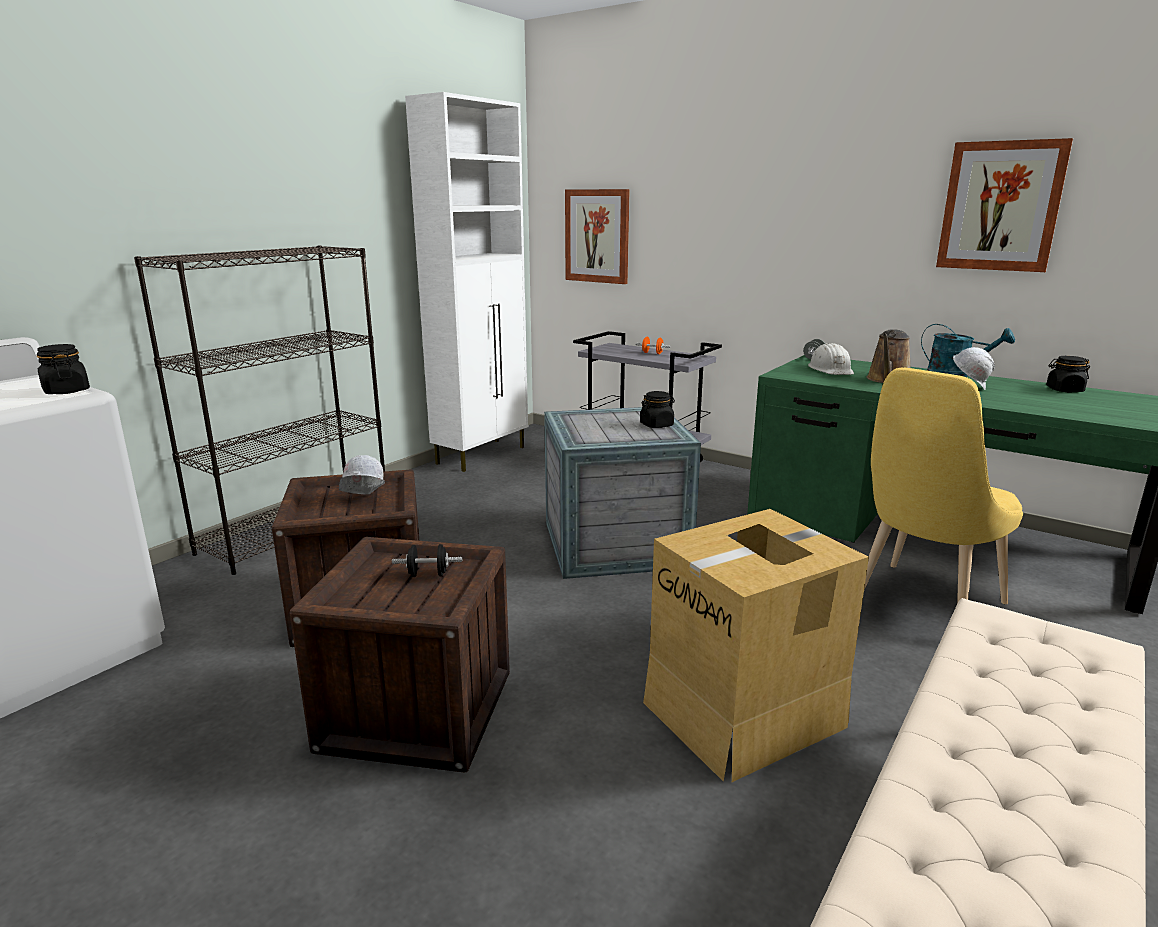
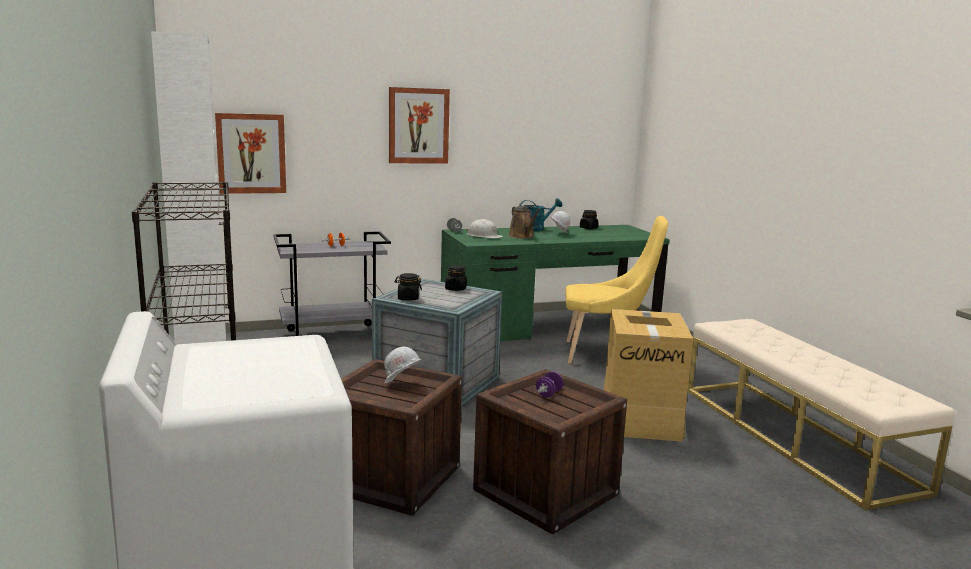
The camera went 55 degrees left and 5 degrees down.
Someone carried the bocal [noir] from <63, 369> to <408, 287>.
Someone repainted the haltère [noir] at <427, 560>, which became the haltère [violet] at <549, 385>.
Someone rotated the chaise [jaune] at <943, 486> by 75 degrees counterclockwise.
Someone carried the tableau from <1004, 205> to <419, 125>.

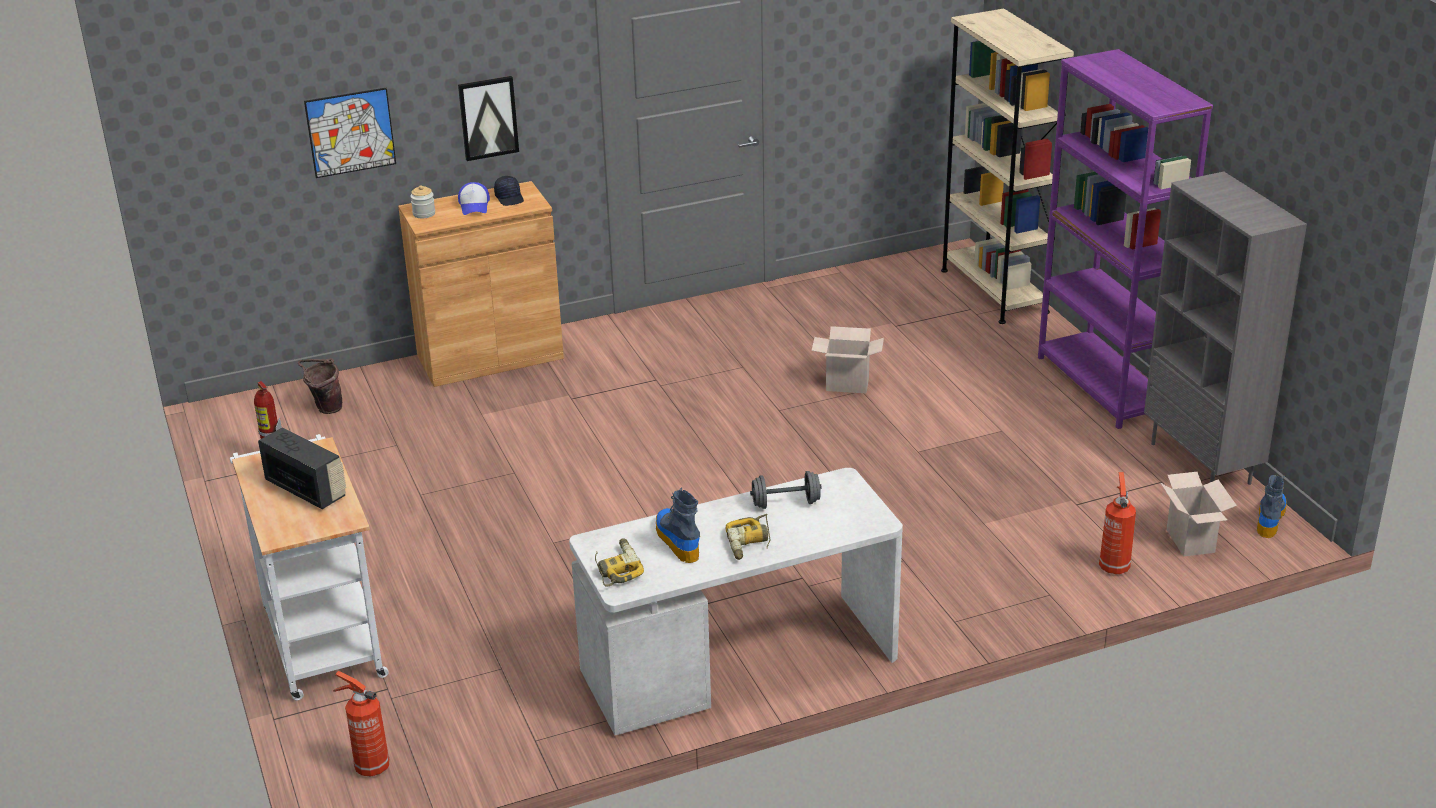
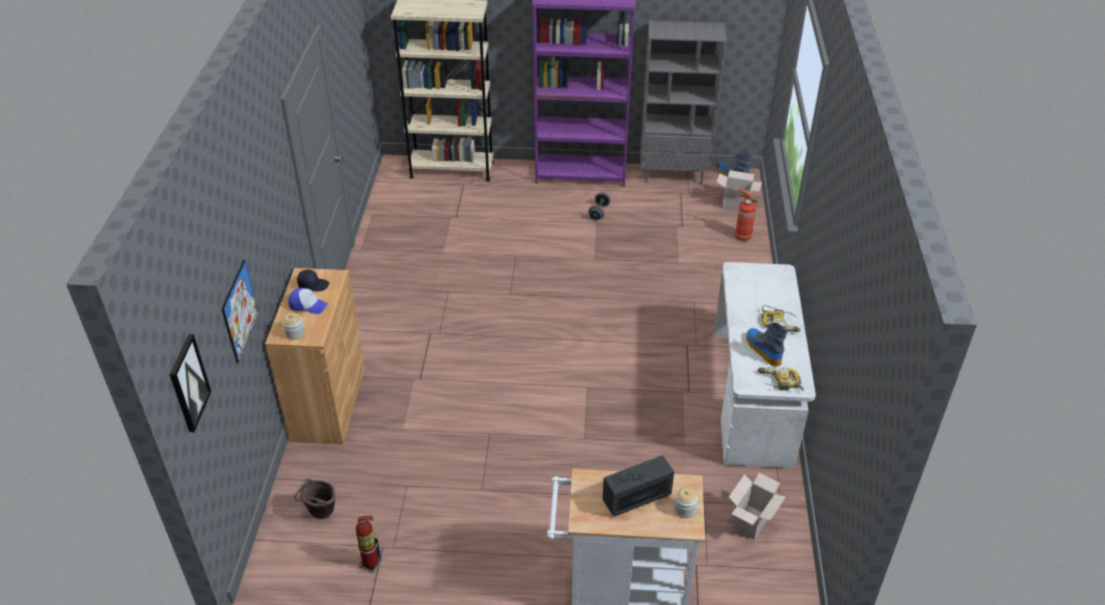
The camera went 65 degrees left and 10 degrees up.
Someone took away the extincteur at <361, 723>.
Someone carried the tableau from <488, 118> to <190, 383>.
Someone rotated the botte at <678, 525> by 60 degrees clockwise.
Someone carried the haltère [gris] from <786, 490> to <599, 206>.
Someone carried the carton from <848, 359> to <757, 506>.
Someone put down the bocal at <686, 502>.

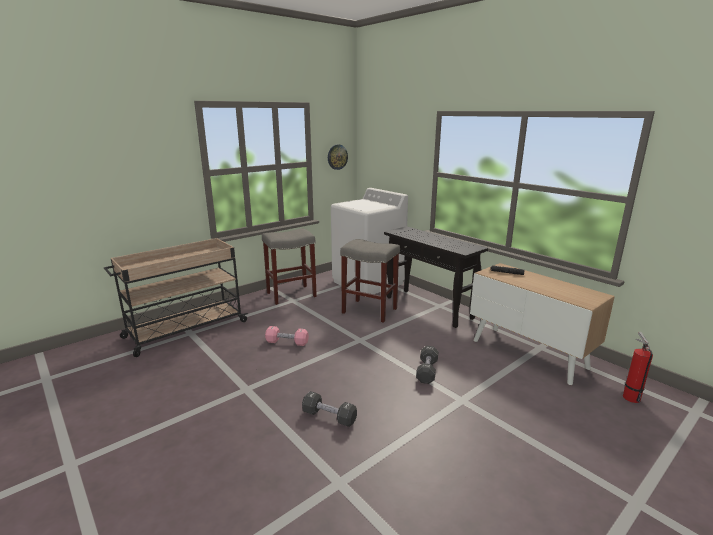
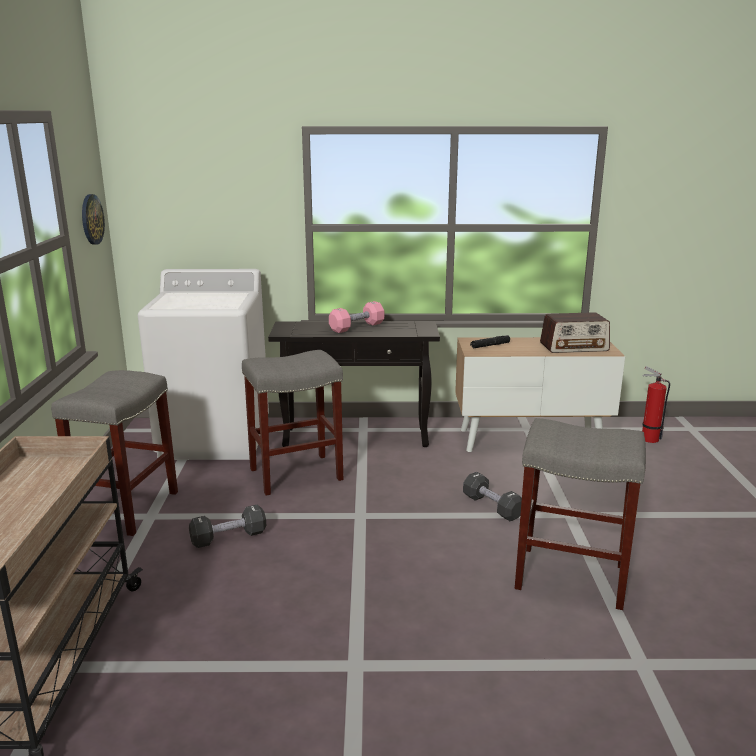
The camera went 50 degrees left and 0 degrees up.
Someone carried the haltère [rose] from <287, 336> to <356, 317>.
Someone carried the haltère [noir] from <329, 409> to <227, 526>.
Someone put down the tabouret [gris] at <580, 514>.
Someone put down the radio at <575, 332>.

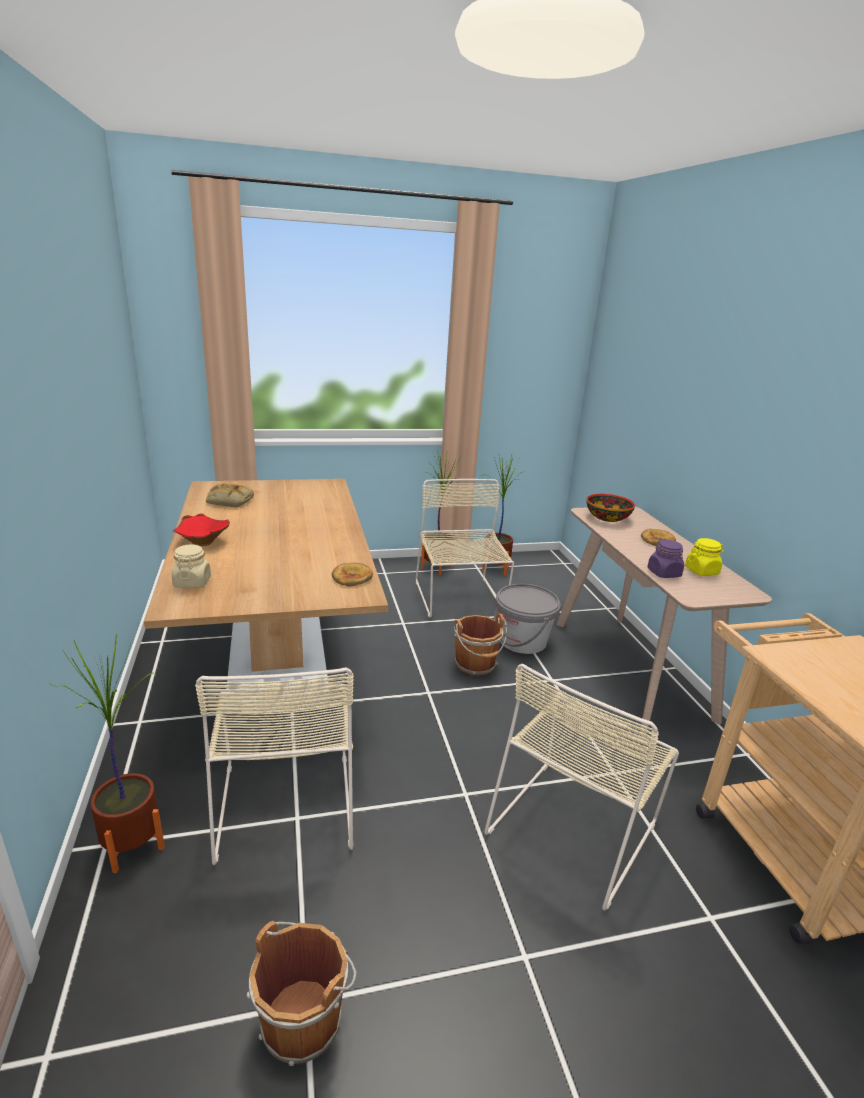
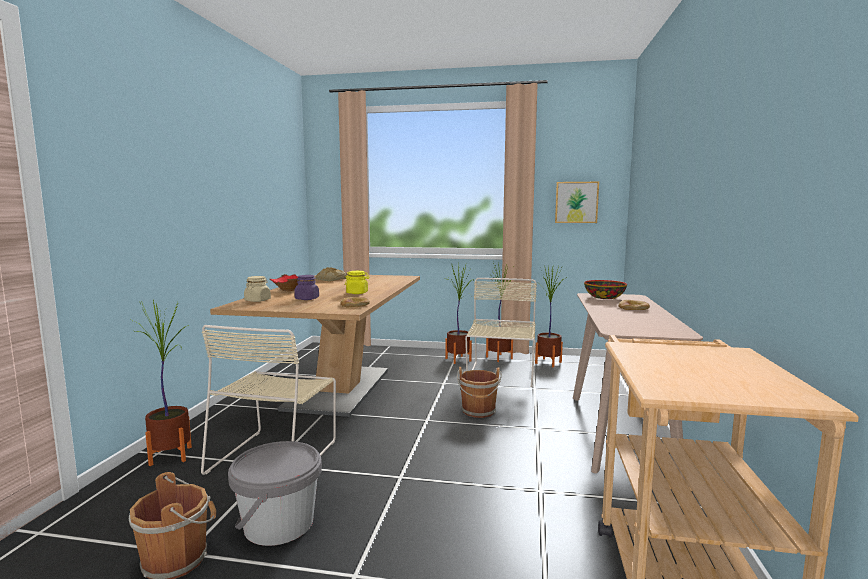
The camera went 25 degrees right and 15 degrees down.
Someone took away the chaise [beige] at <581, 787>.
Someone carried the seau [gris] from <527, 619> to <275, 493>.
Someone carried the bocal [violet] from <665, 558> to <306, 287>.
Someone carried the bocal [jaune] from <704, 557> to <357, 282>.
Someone put down the plante en pot at <459, 315>.
Someone put up the tableau at <577, 202>.

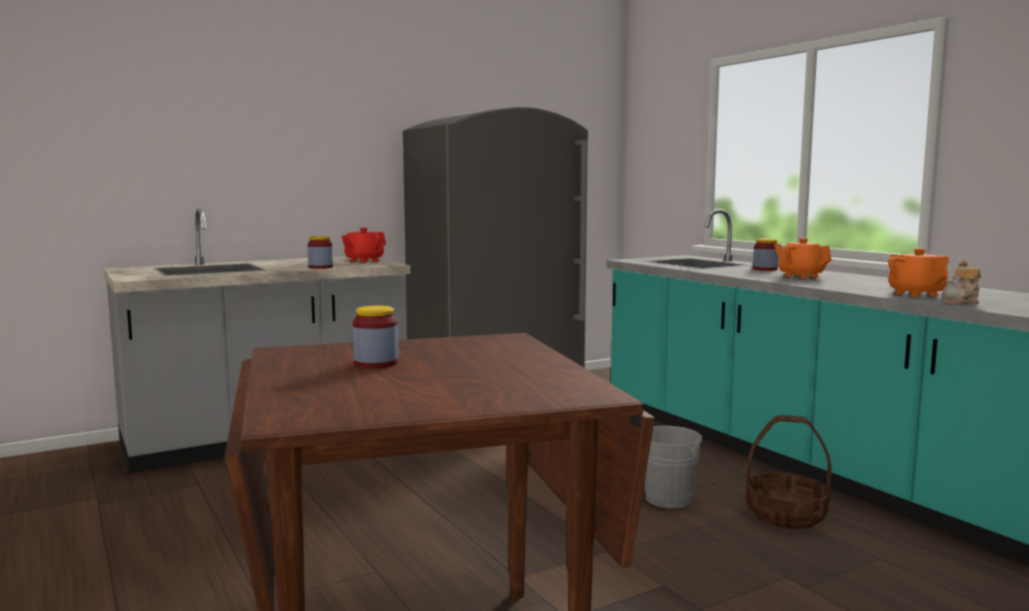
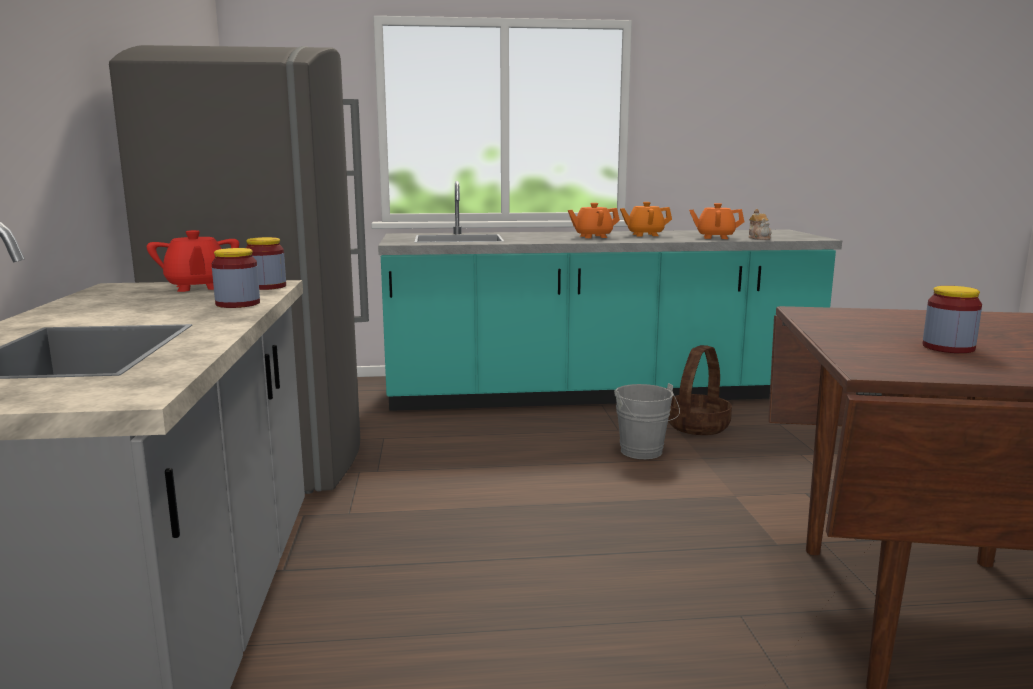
The camera went 65 degrees left and 5 degrees up.
Someone carried the bocal from <765, 255> to <266, 263>.
Someone put down the théière [orange] at <646, 219>.

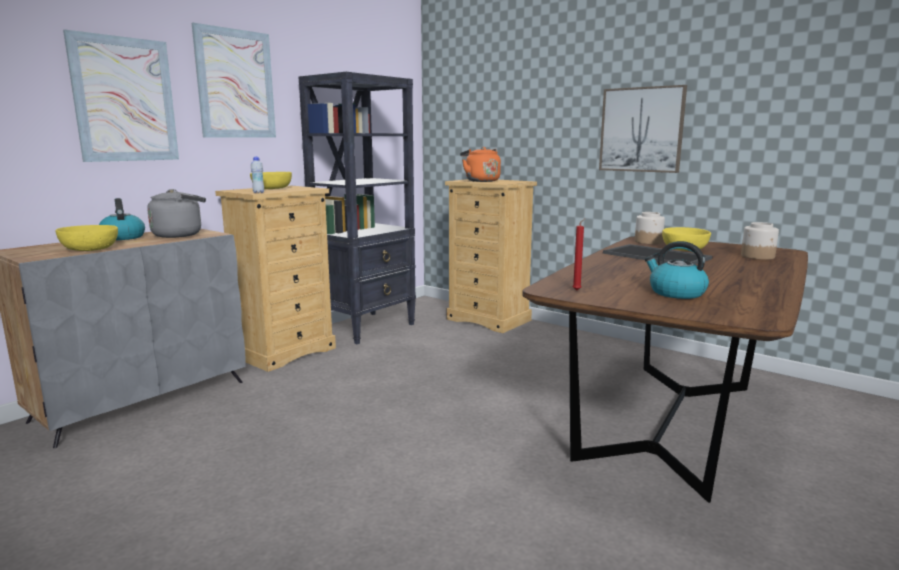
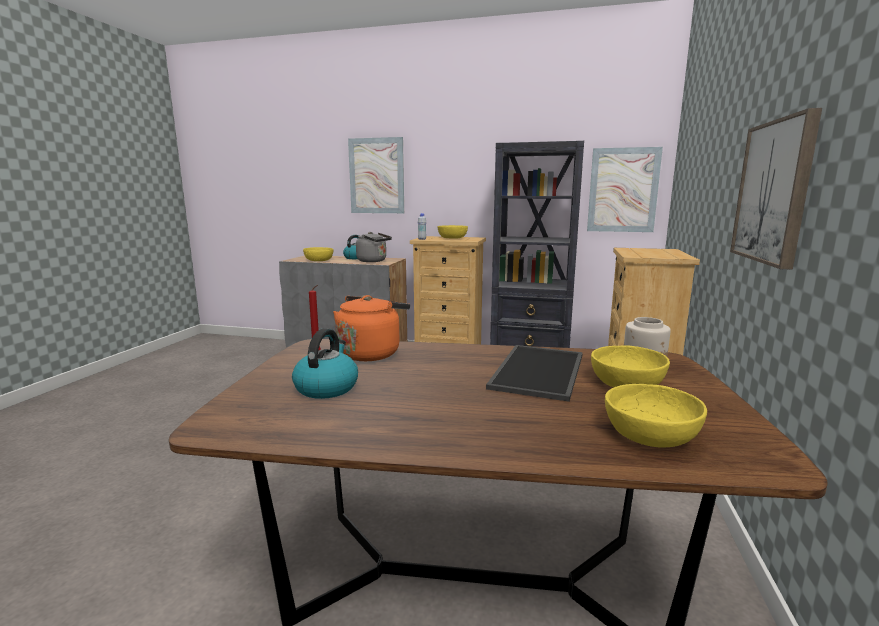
The camera went 65 degrees right and 0 degrees up.
Someone carried the tableau from <234, 80> to <625, 189>.
Someone carried the bouilloire [orange] from <480, 164> to <371, 328>.
Someone swapped the bocal at <760, 241> for the bol [jaune] at <656, 415>.

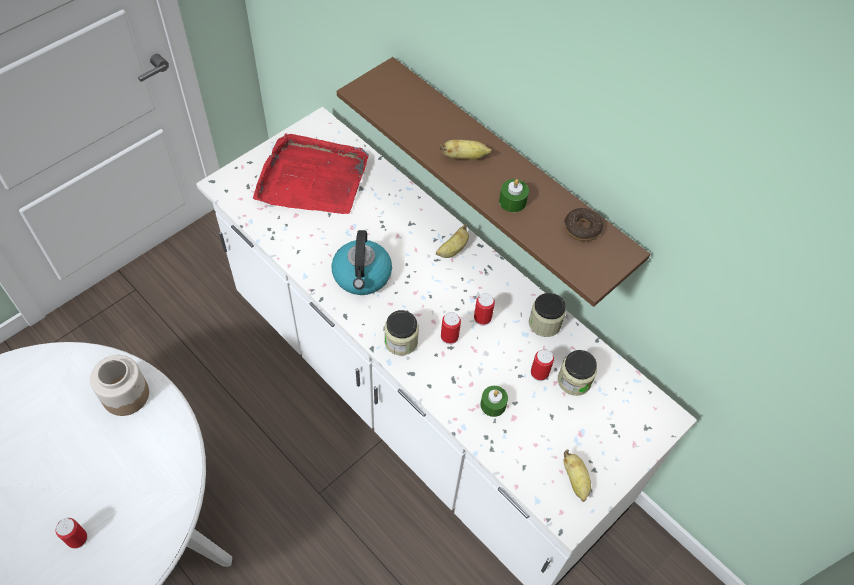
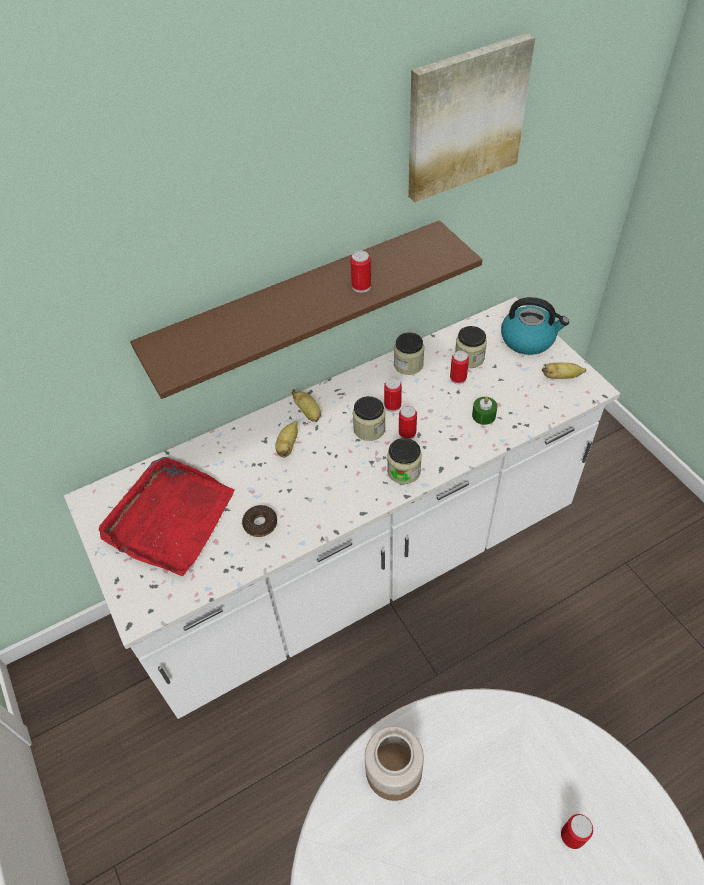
The camera went 70 degrees left and 5 degrees down.
Someone carried the bouilloire from <361, 262> to <535, 326>.
Someone carried the banane from <465, 149> to <286, 439>.
Someone swapped the bougie [vert] at <514, 195> for the boîte métallique at <360, 272>.
Someone carried the beignet from <583, 224> to <259, 521>.
Someone put down the bocal at <369, 418>.
Someone put up the tableau at <471, 117>.

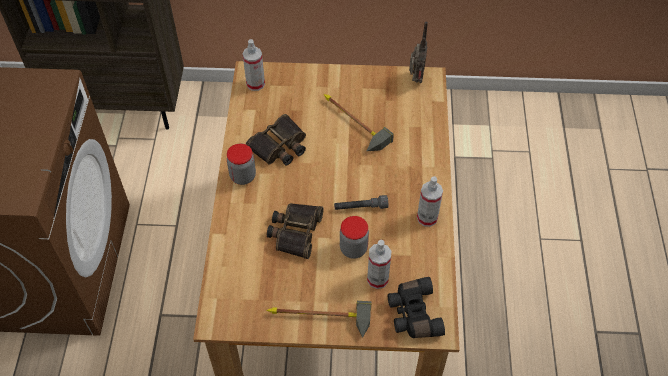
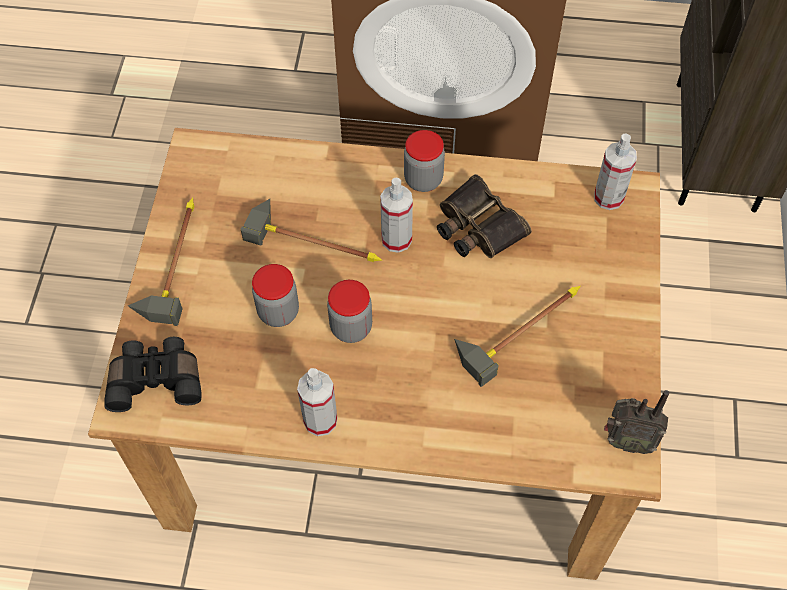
The camera went 95 degrees right and 5 degrees up.
Someone swapped the jumelles at <295, 231> for the marteau at <311, 230>.
Someone swapped the lampe de poche [gris] at <361, 202> for the bocal at <349, 311>.
Someone carried the vaporisateur from <379, 264> to <396, 215>.

